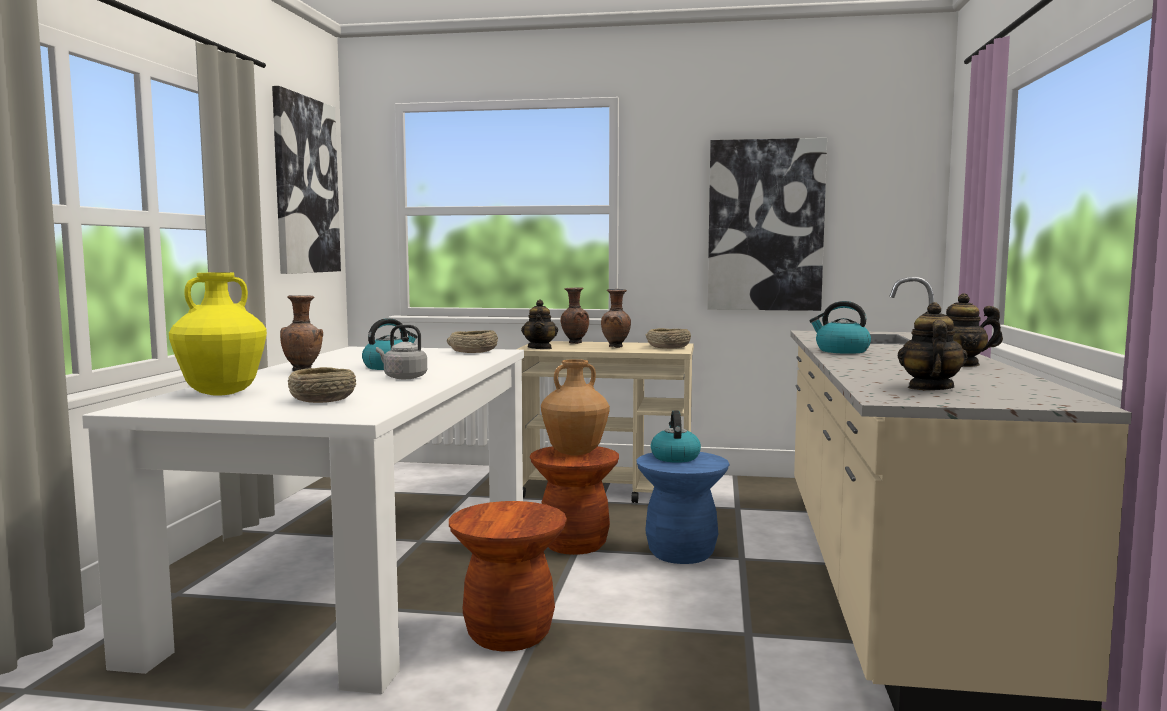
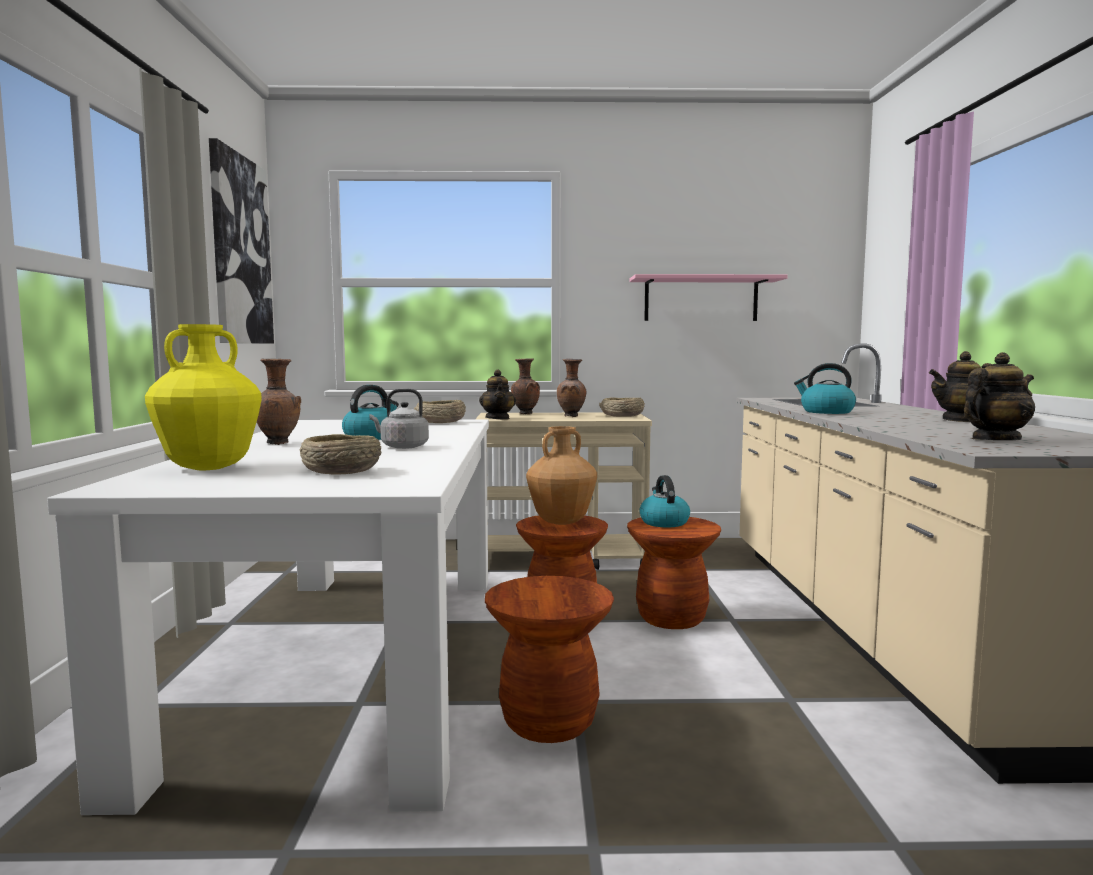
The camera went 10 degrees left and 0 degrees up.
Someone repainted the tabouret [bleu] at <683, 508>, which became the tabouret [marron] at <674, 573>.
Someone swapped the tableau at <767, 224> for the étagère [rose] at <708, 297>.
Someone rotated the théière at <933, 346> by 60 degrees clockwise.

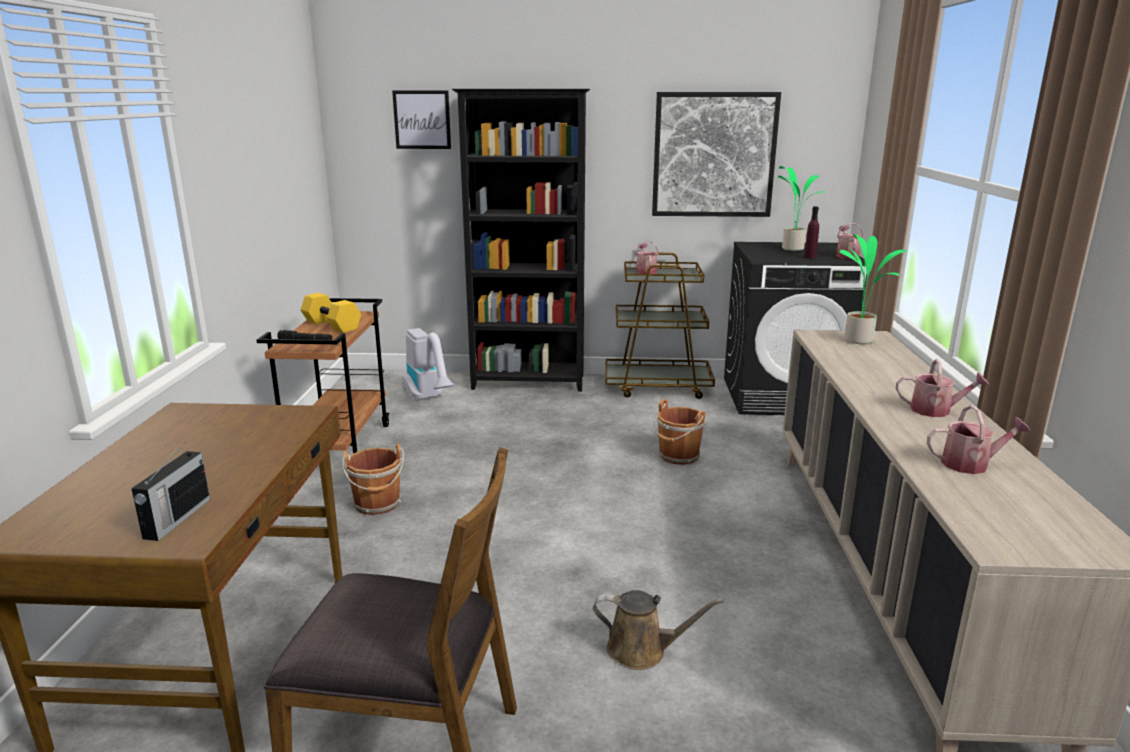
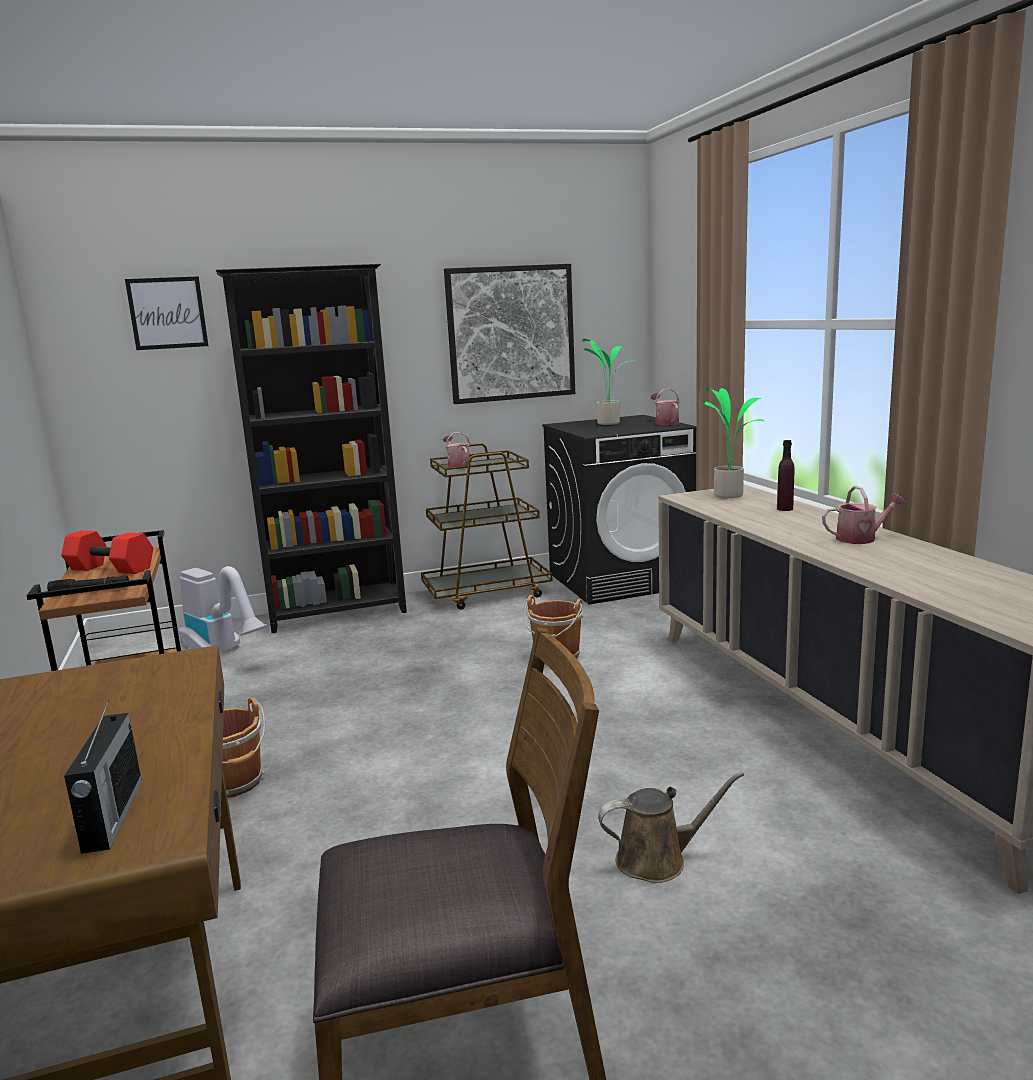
The camera went 20 degrees left and 5 degrees down.
Someone repainted the haltère [jaune] at <331, 313>, which became the haltère [rouge] at <107, 552>.
Someone carried the bouteille [violet] from <811, 232> to <785, 475>.
Someone took away the arrosoir at <979, 439>.

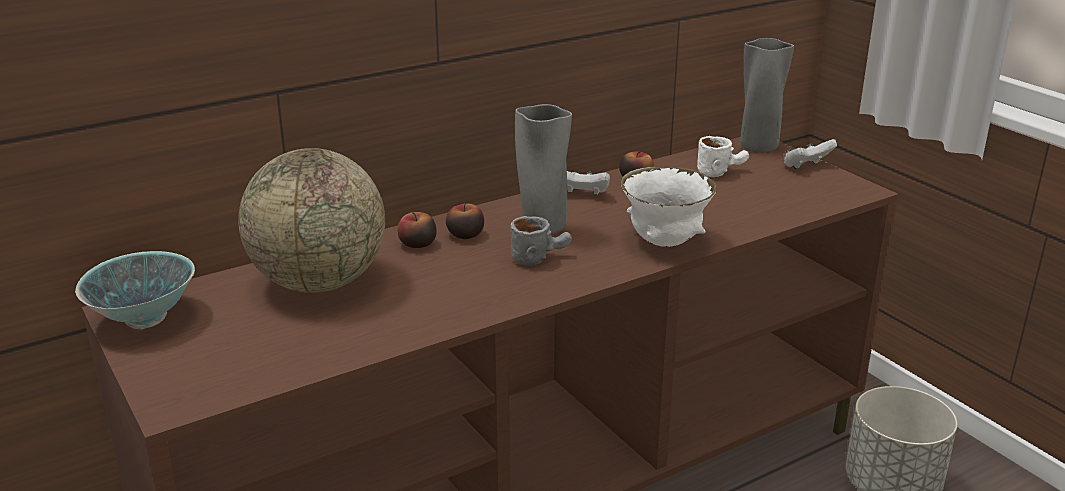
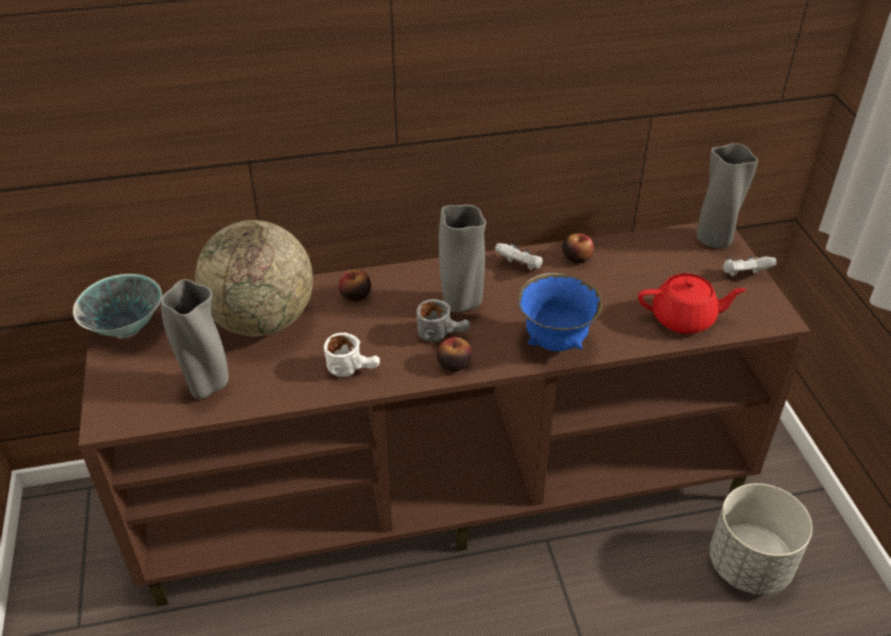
The camera went 20 degrees right and 15 degrees up.
Someone carried the pomme from <465, 221> to <454, 354>.
Someone repainted the bol [blanc] at <669, 206>, which became the bol [bleu] at <560, 312>.
Someone carried the mug [blanc] from <723, 156> to <352, 355>.
Someone put down the vase [gris] at <195, 339>.
Someone put down the théière [rouge] at <692, 303>.

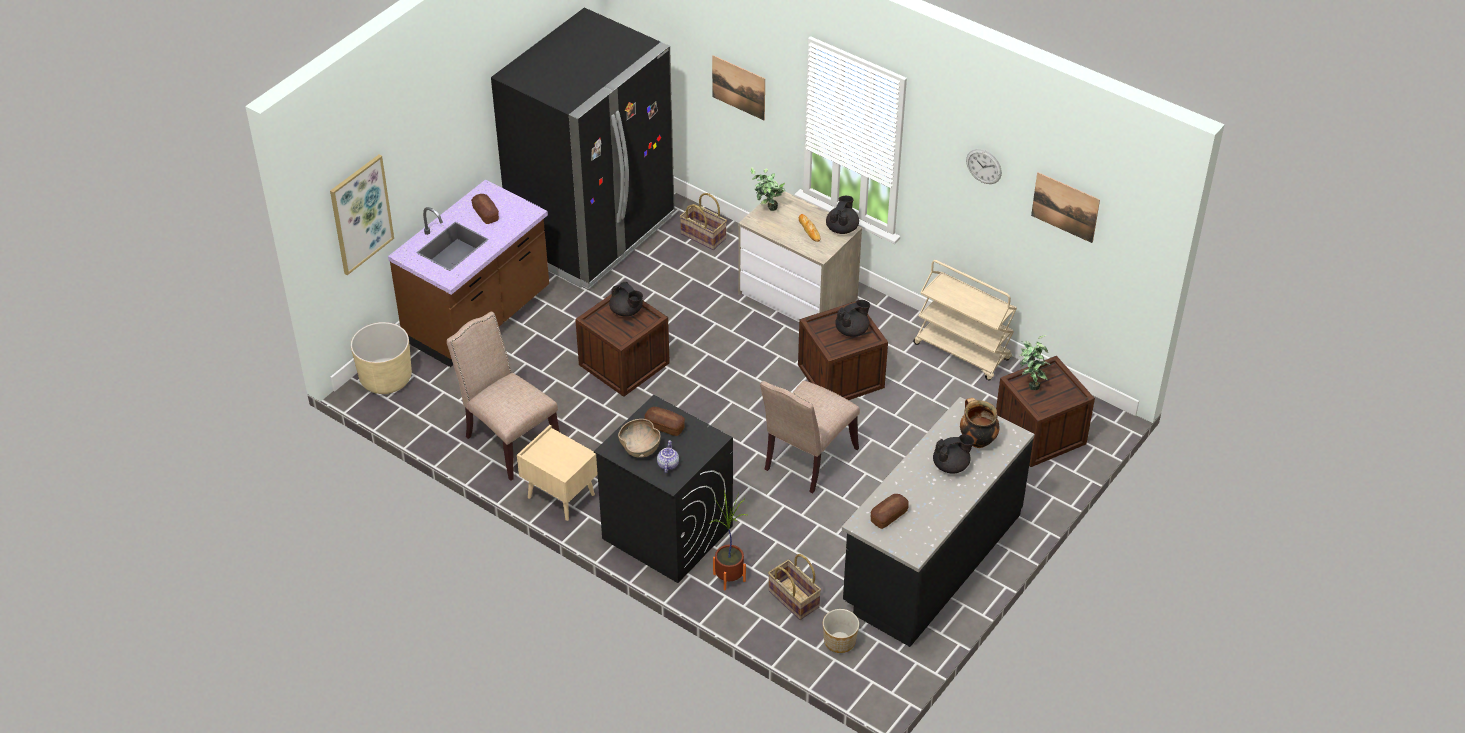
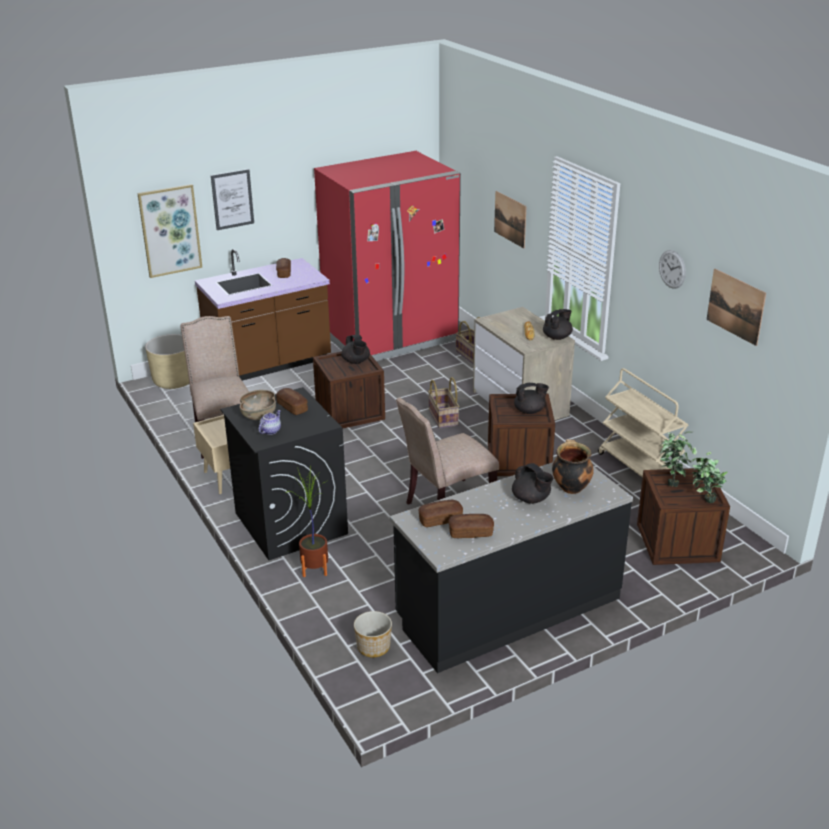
The camera went 25 degrees right and 15 degrees down.
Someone repainted the réfrigérateur [noir] at <583, 148>, which became the réfrigérateur [rouge] at <387, 256>.
Someone carried the plante en pot from <768, 189> to <709, 475>.
Someone carried the panier from <794, 587> to <443, 402>.
Someone rotated the théière [noir] at <953, 454> by 45 degrees clockwise.
Someone put up the tableau at <232, 199>.
Someone put down the pain at <471, 526>.

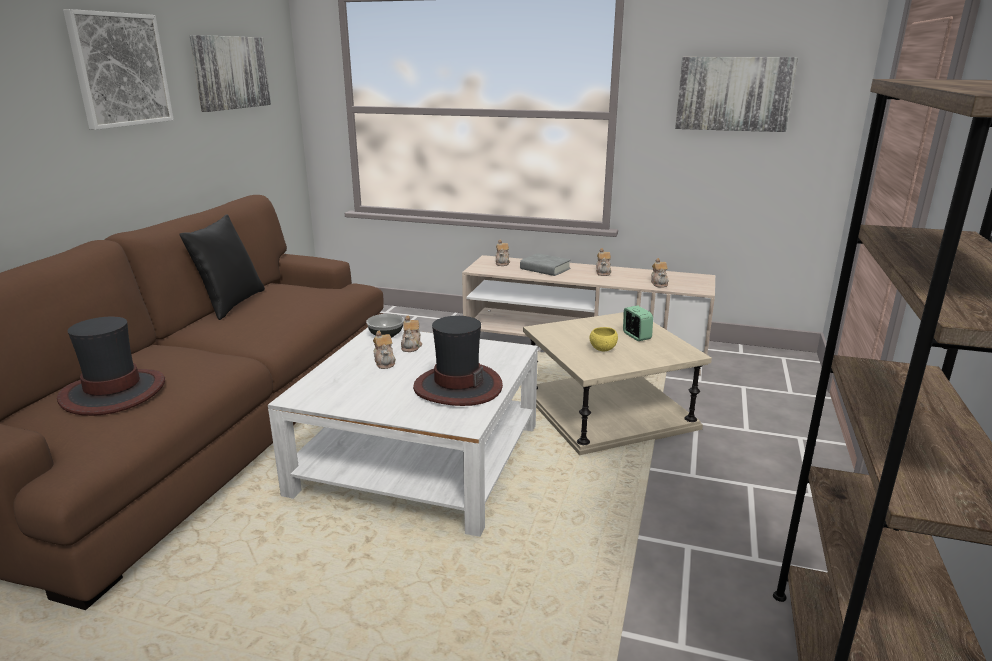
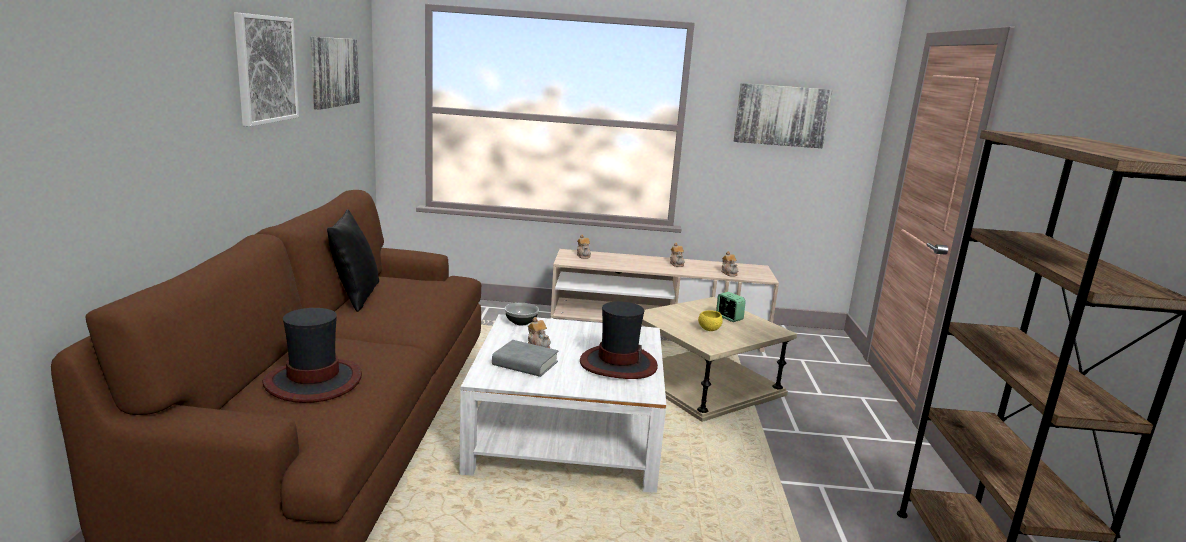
The camera went 15 degrees left and 5 degrees down.
Someone took away the théière at <411, 334>.
Someone carried the livre [gris] from <545, 264> to <525, 358>.

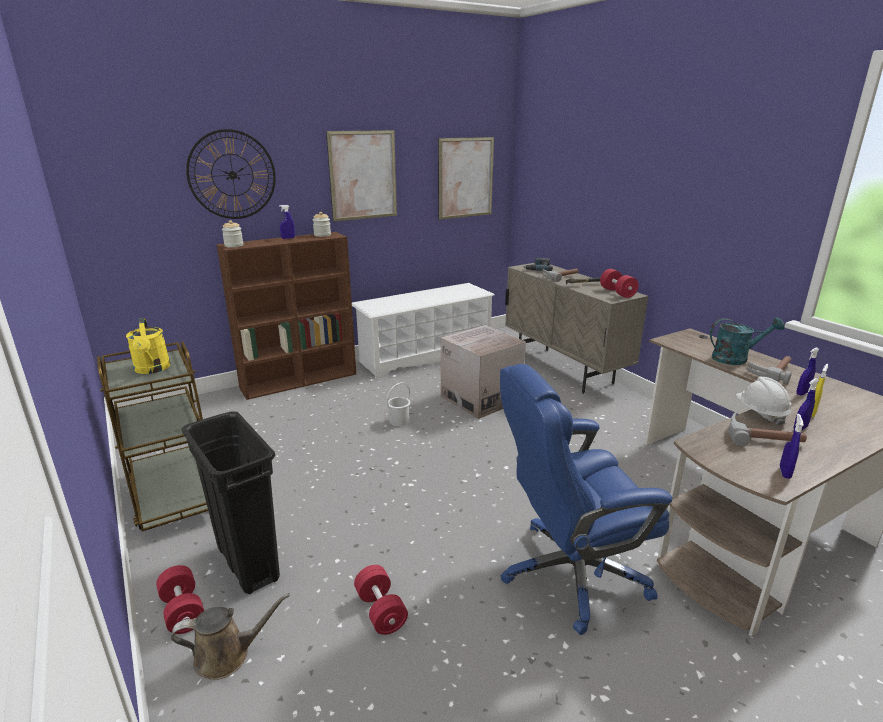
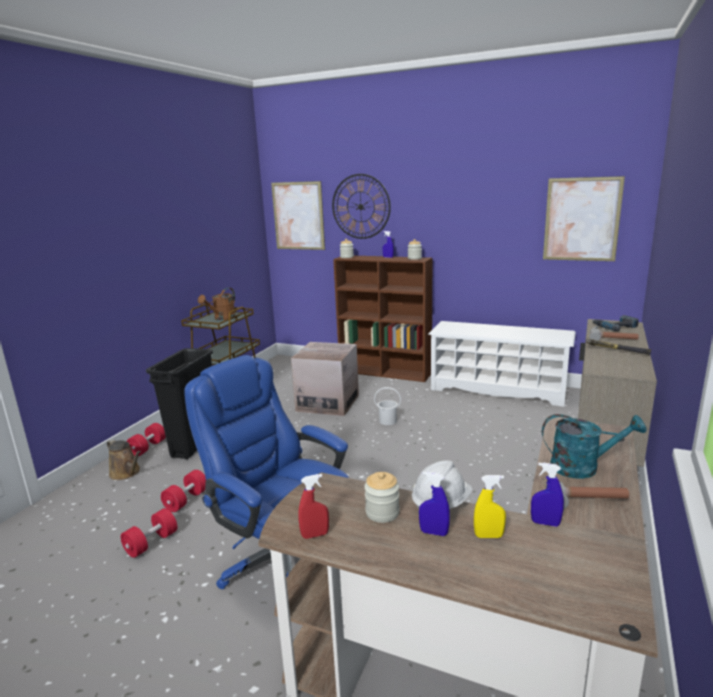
The camera went 55 degrees right and 5 degrees down.
Someone repainted the arrosoir [jaune] at <148, 346>, which became the arrosoir [marron] at <217, 304>.
Someone carried the tableau from <361, 176> to <298, 215>.
Someone carried the carton from <483, 372> to <325, 379>.
Someone carried the haltère [rouge] from <619, 283> to <148, 533>.
Someone rotated the arrosoir [turquoise] at <747, 341> by 45 degrees counterclockwise.
Someone swapped the marteau at <767, 429> for the bocal at <382, 497>.
Someone repainted the vaporisateur [bleu] at <792, 446>, which became the vaporisateur [rouge] at <313, 506>.

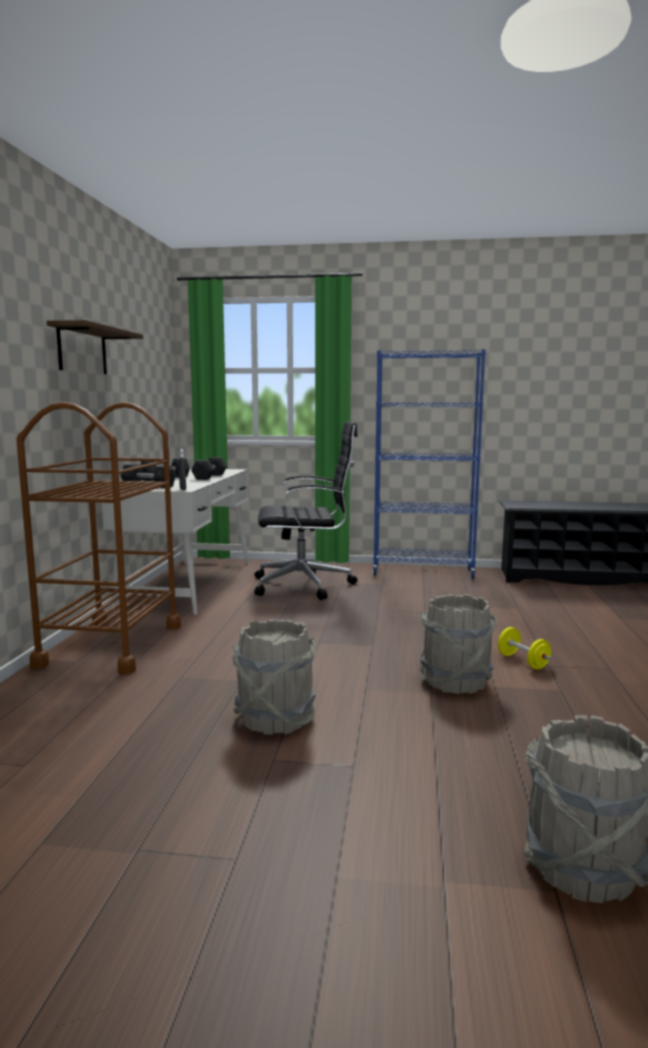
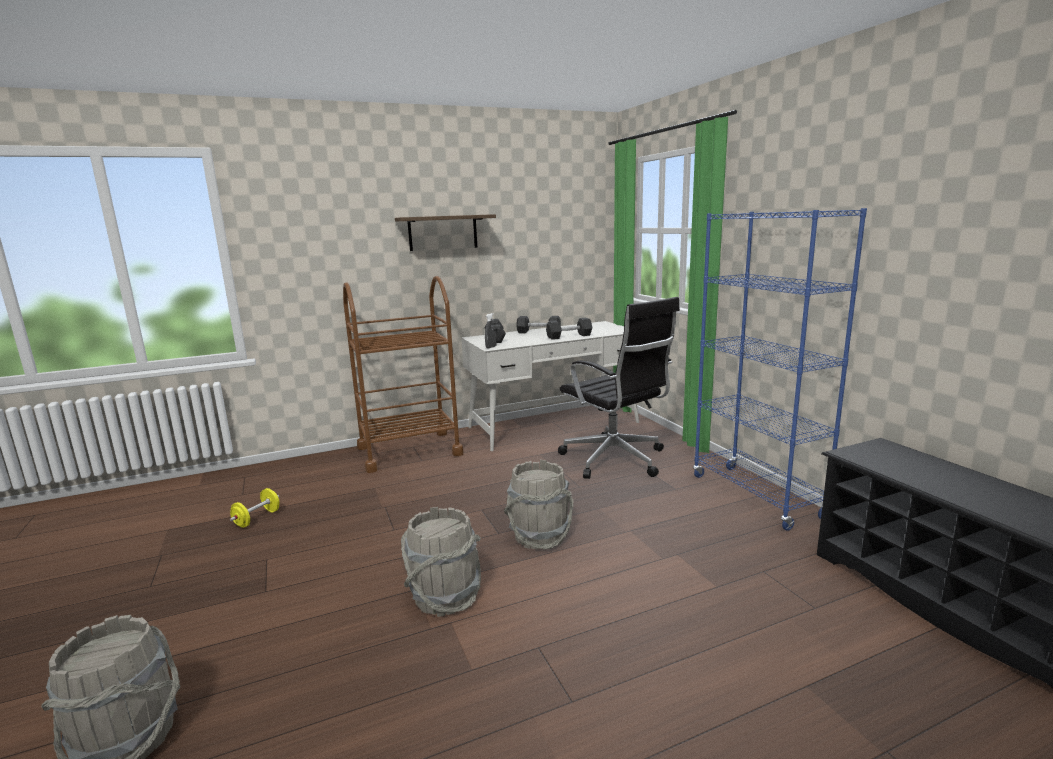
The camera went 60 degrees right and 5 degrees up.
Someone carried the seau [gris] from <274, 677> to <539, 504>.
Someone carried the haltère [jaune] from <524, 648> to <255, 508>.

